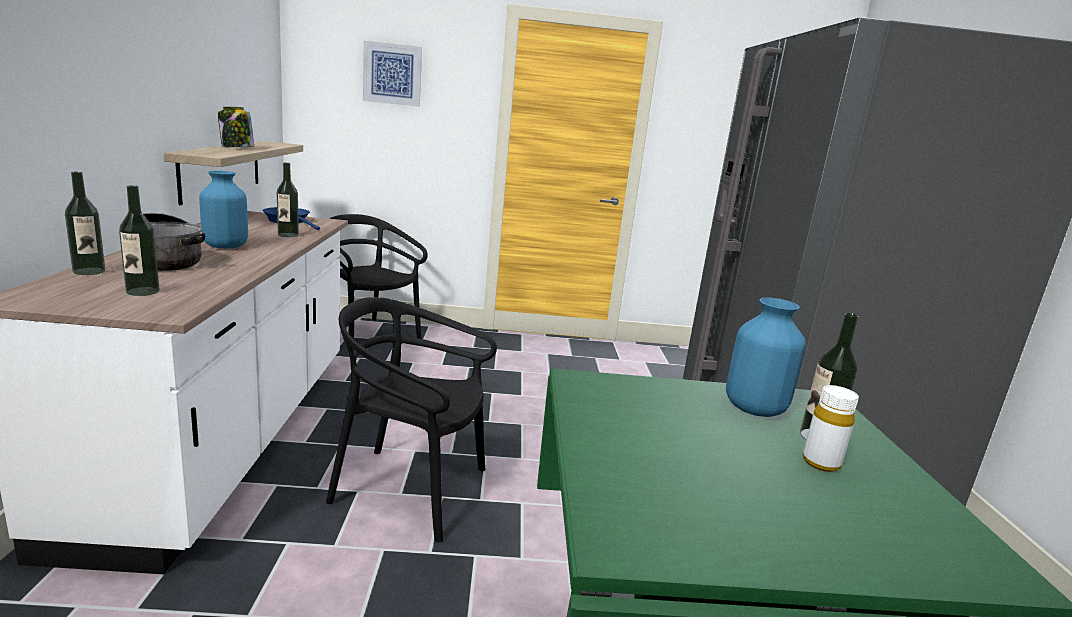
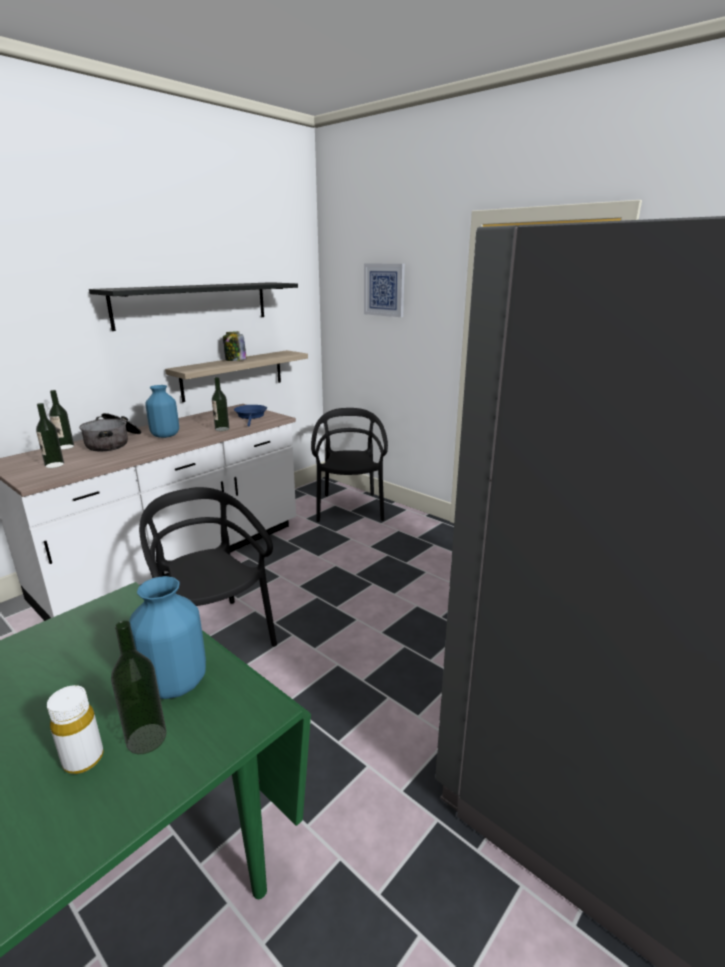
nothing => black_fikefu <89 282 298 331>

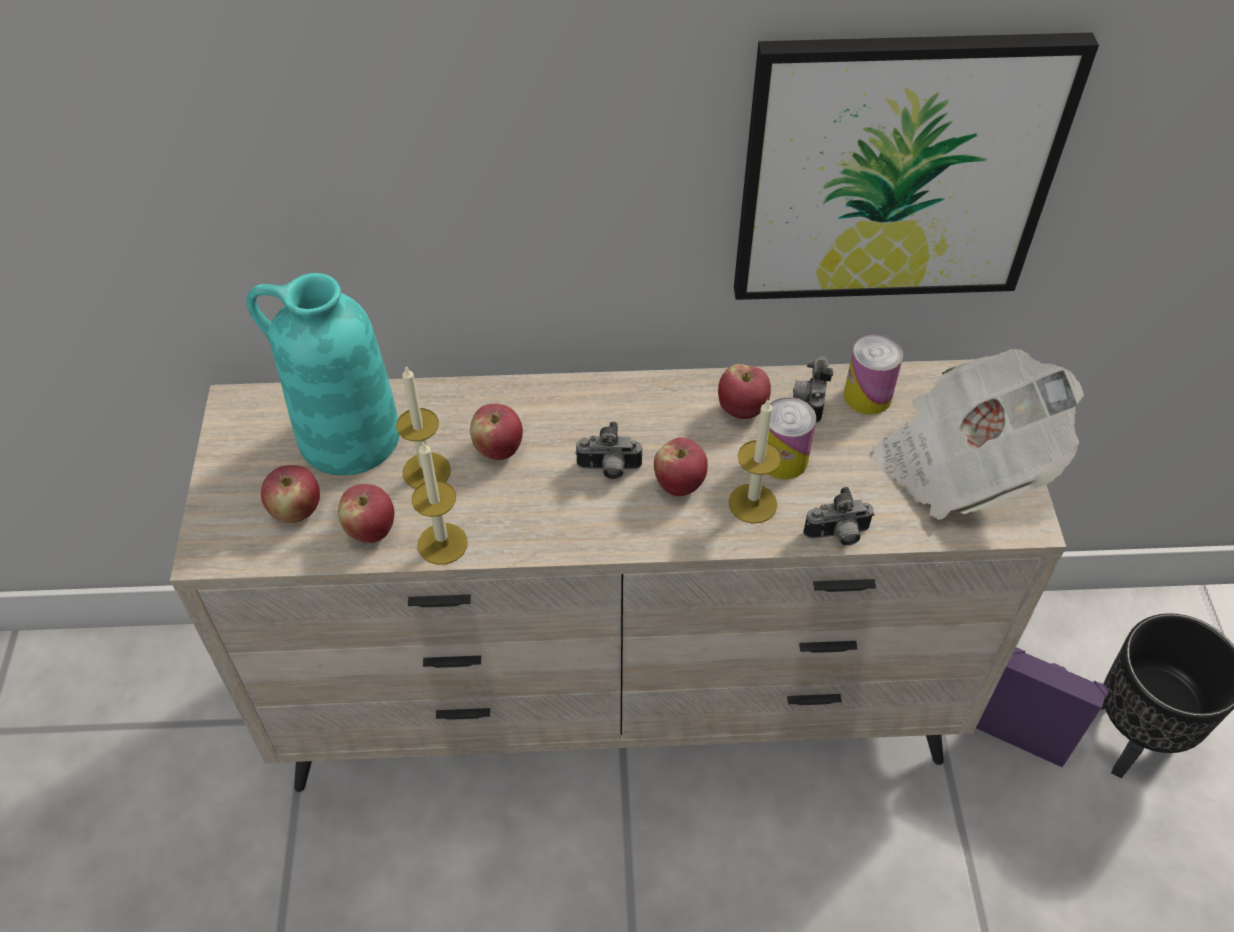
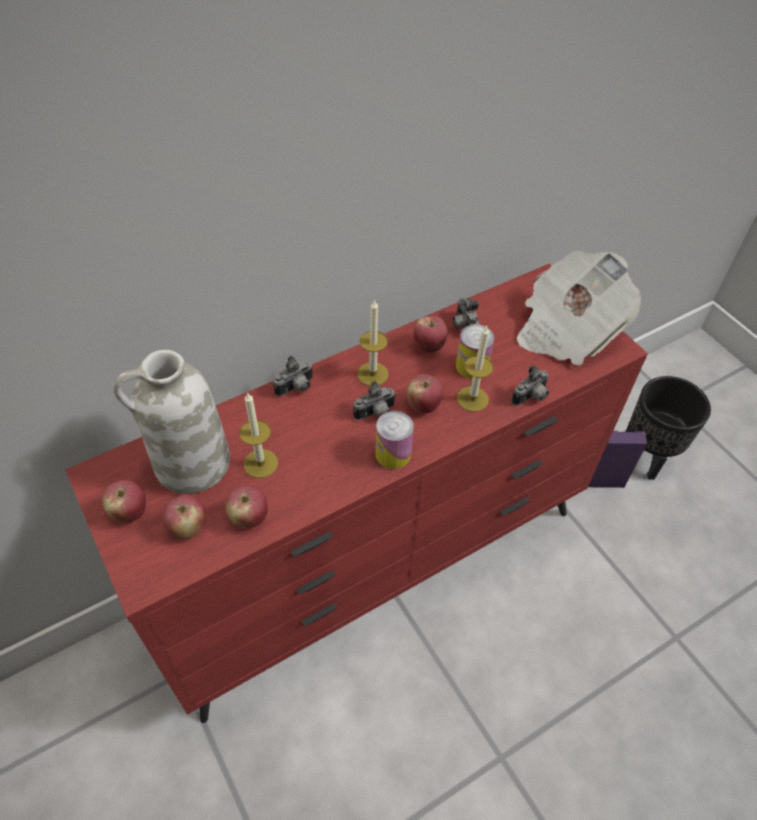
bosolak <734 33 1099 300> => nothing
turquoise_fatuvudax <246 273 400 476> => white_fatuvudax <113 350 230 494>
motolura <844 334 903 414> => motolura <375 411 414 469>, shifted
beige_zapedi <170 359 1066 792> => red_zapedi <65 264 648 723>
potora <470 404 523 460> => potora <102 480 146 523>, shifted
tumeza <412 442 467 565> => tumeza <357 299 389 386>, shifted
nothing => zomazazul <273 356 313 396>

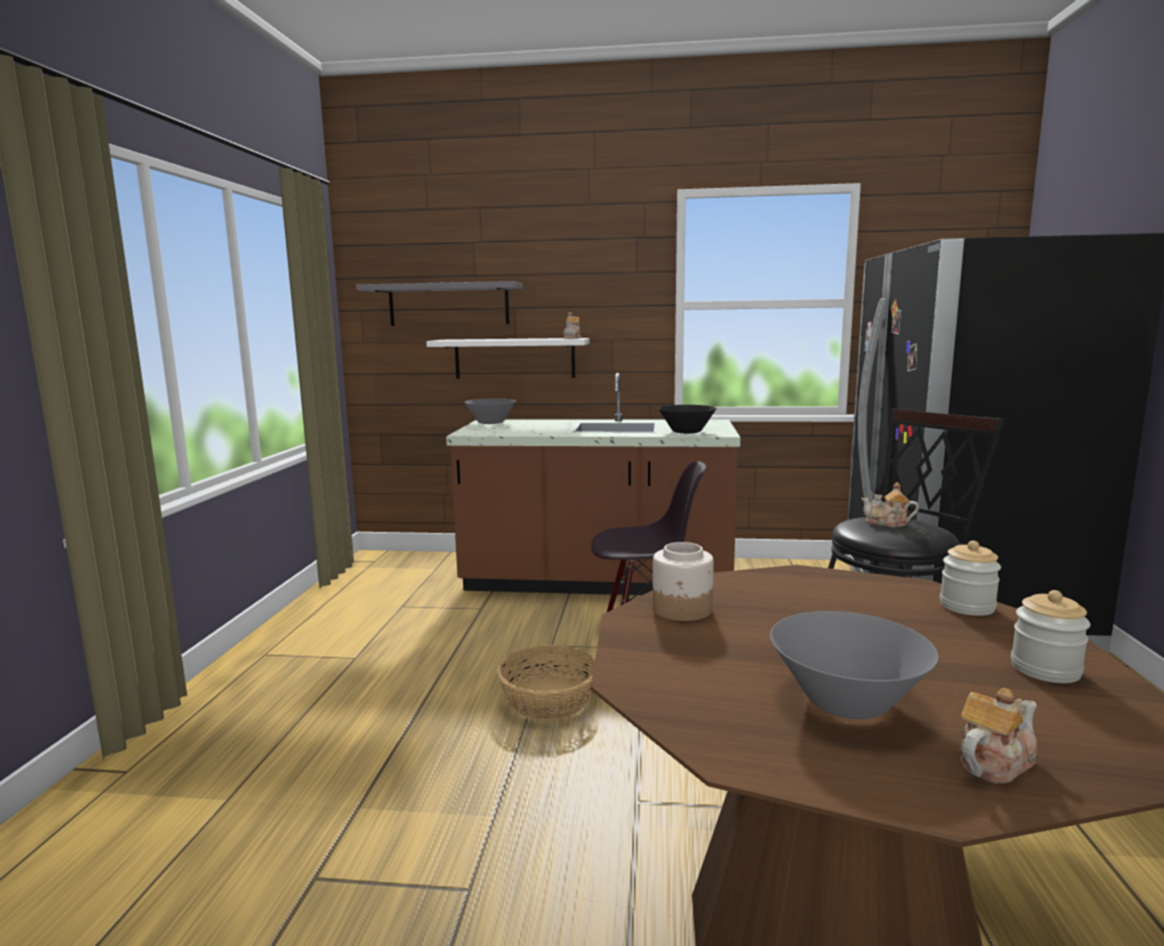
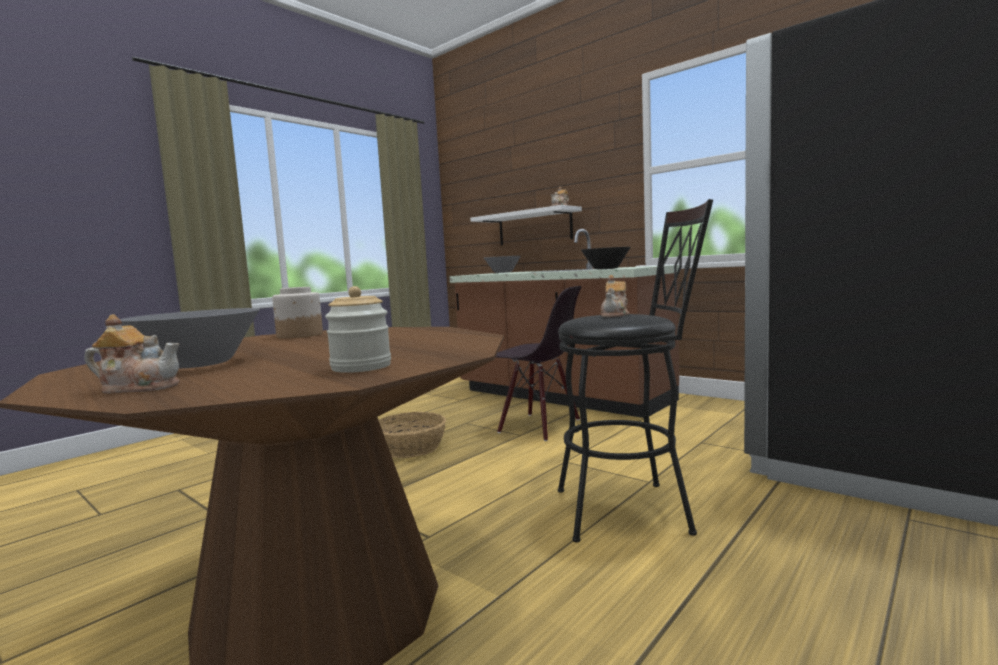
grey_fikefu <356 281 523 326> => nothing
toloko <861 482 919 527> => toloko <601 275 629 317>, 120 degrees counterclockwise
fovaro <940 541 1001 616> => nothing

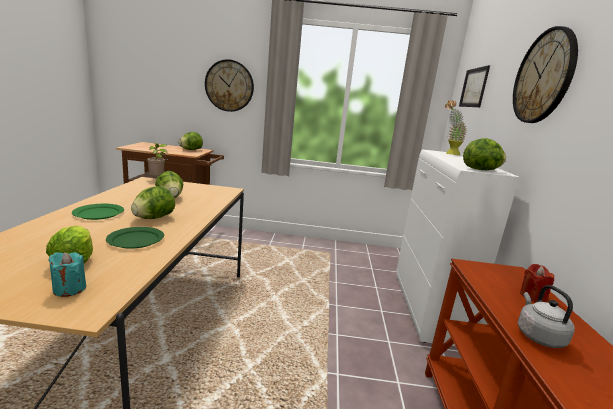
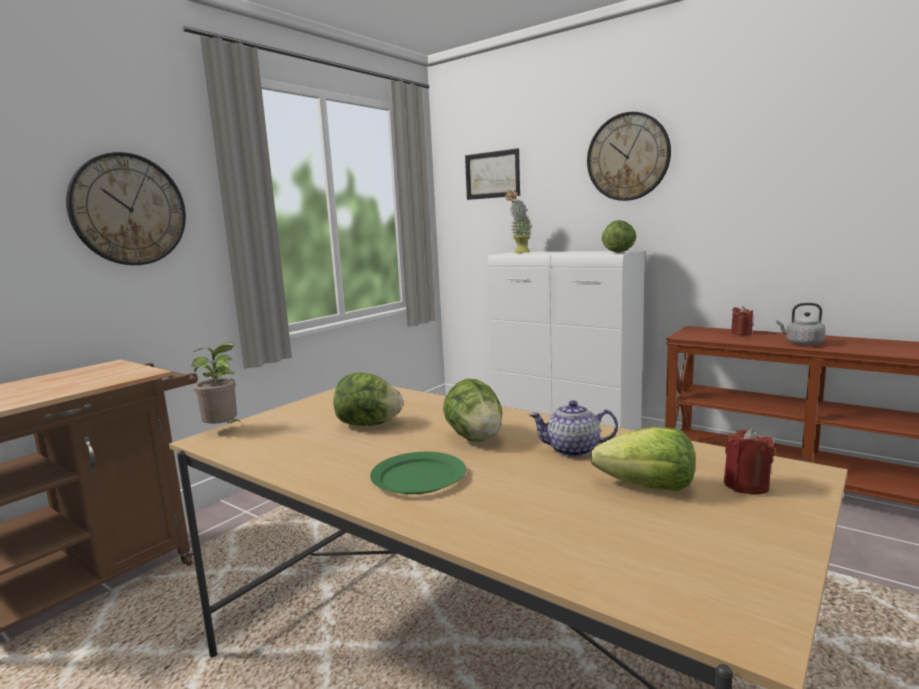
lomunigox <179 132 203 150> => nothing
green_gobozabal <106 227 164 249> => toloko <529 400 618 457>
turquoise_tumeza <48 252 86 297> => red_tumeza <724 429 775 495>

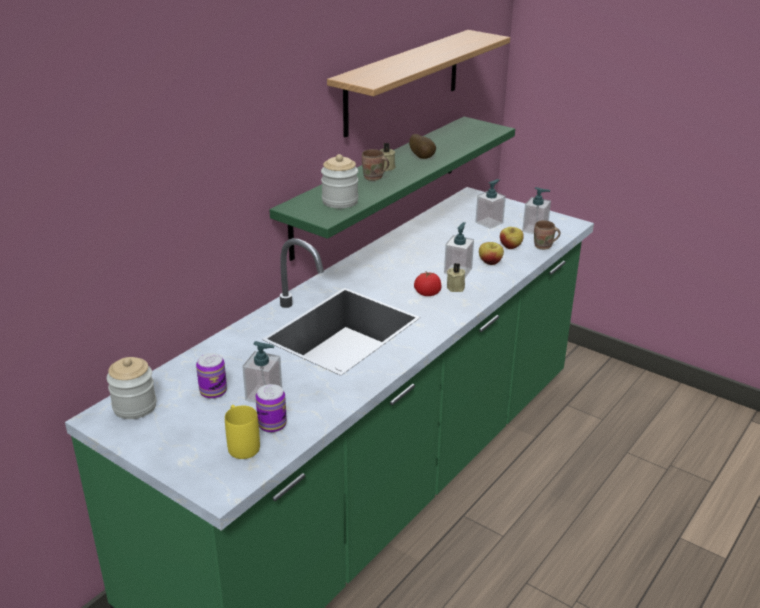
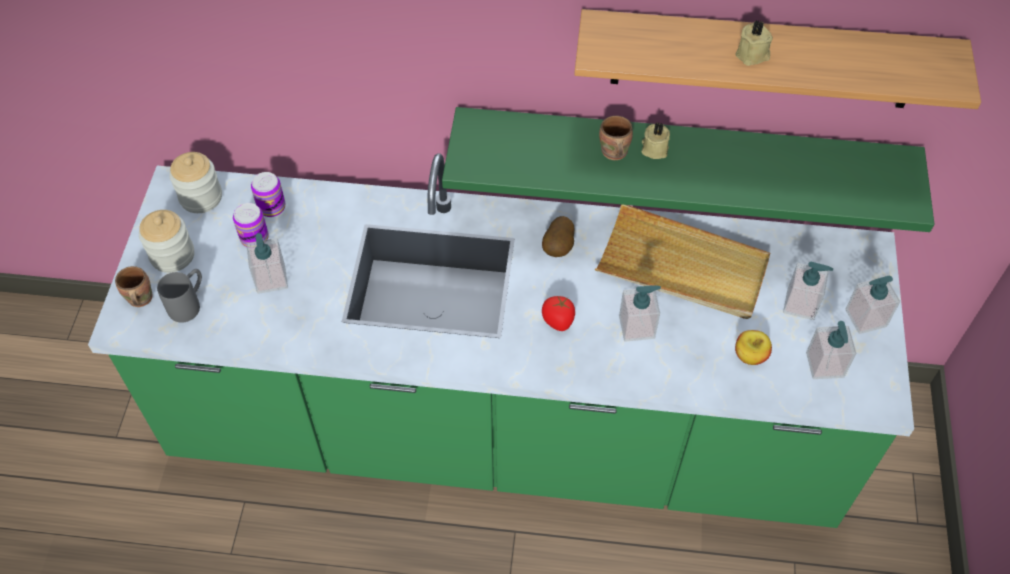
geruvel <409 134 436 159> => geruvel <542 216 574 257>, shifted
fovaro <321 154 358 208> => fovaro <139 210 194 273>, shifted
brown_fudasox <534 220 560 250> => brown_fudasox <115 266 153 307>, shifted
potora <479 242 504 265> => nothing
beige_tumeza <447 263 465 292> => beige_tumeza <735 20 773 66>, shifted
motolura <256 384 287 433> => motolura <251 172 285 217>, shifted
yellow_fudasox <225 405 260 459> => grey_fudasox <157 269 202 323>
nothing => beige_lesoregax <595 204 770 319>
nothing => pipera <845 276 900 334>

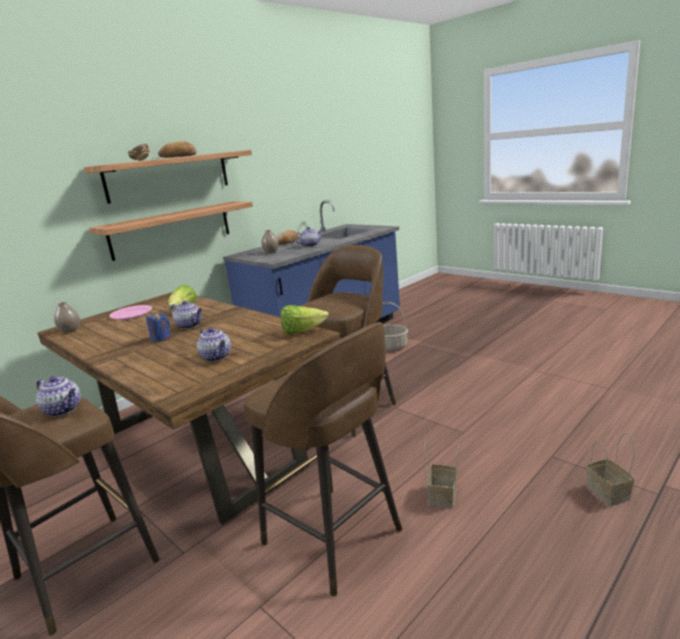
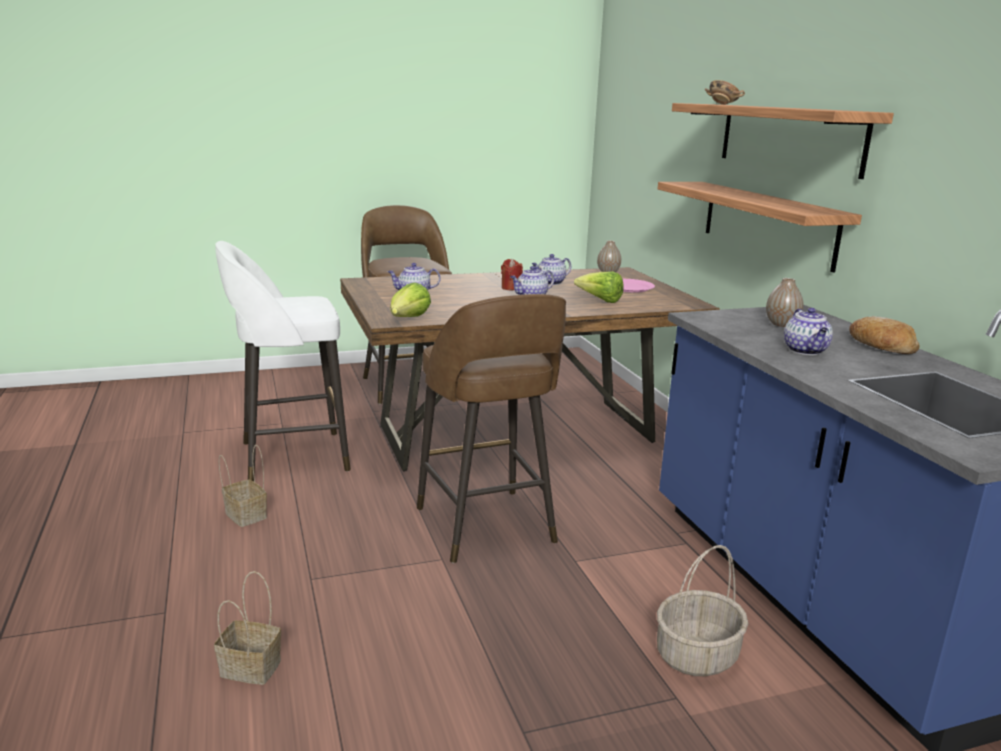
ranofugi <158 141 197 158> => nothing
blue_tumeza <146 312 171 342> => red_tumeza <501 259 523 291>
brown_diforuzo <243 322 402 597> => white_diforuzo <215 241 351 482>
toloko <36 376 81 417> => toloko <532 254 571 285>, shifted
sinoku <587 433 635 506> => sinoku <214 571 281 685>, shifted

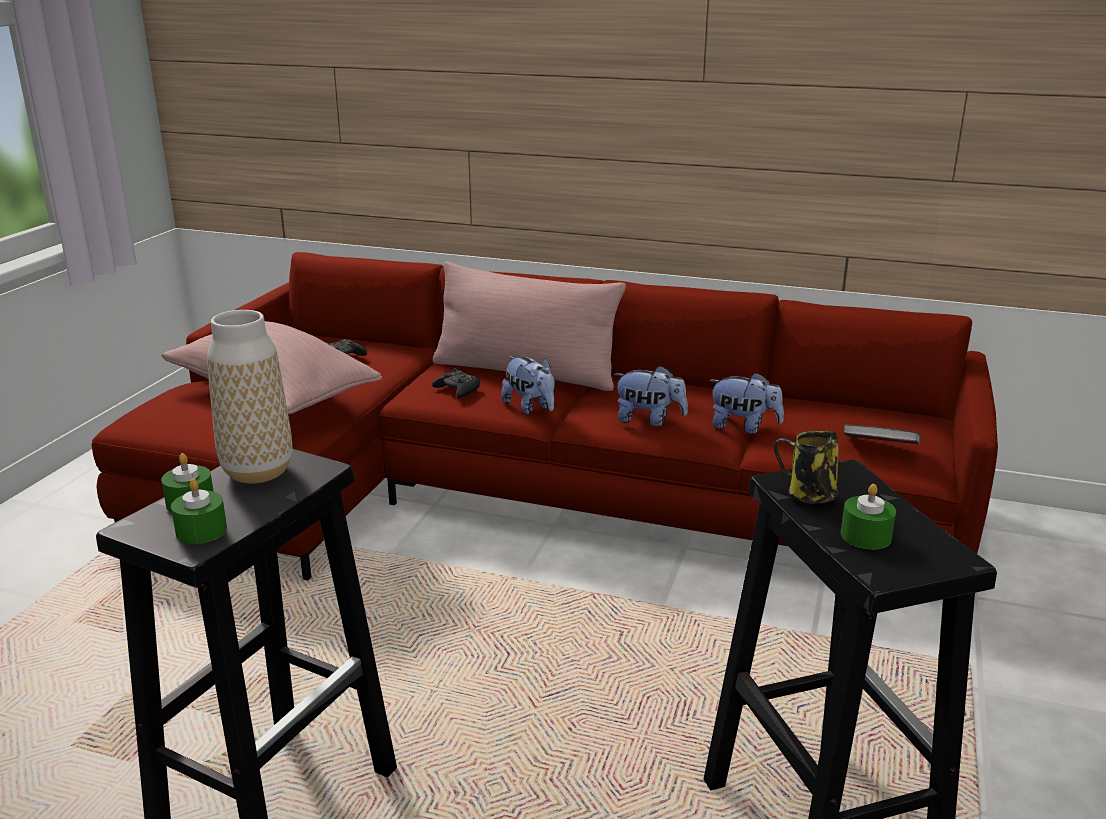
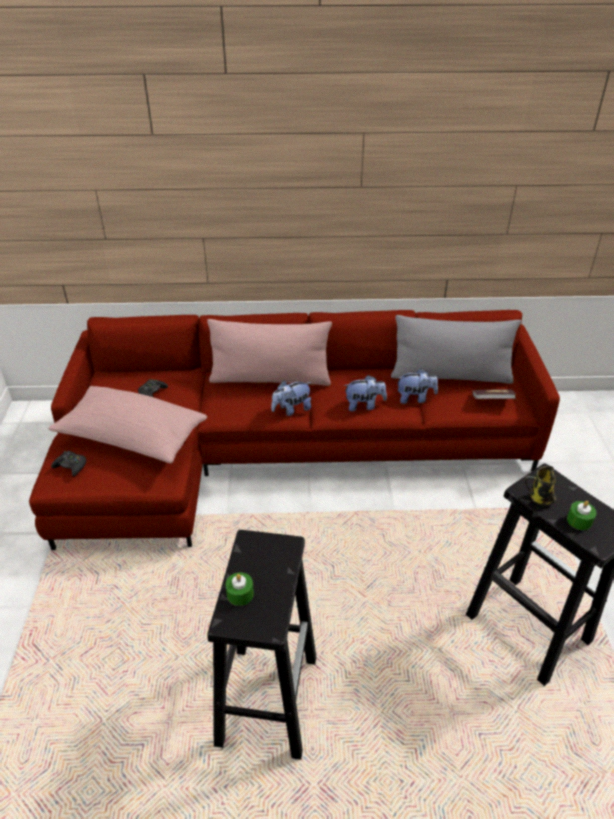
fatuvudax <207 310 292 483> => nothing
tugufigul <501 356 555 415> => tugufigul <271 381 311 416>, 120 degrees clockwise
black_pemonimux <432 368 480 398> => black_pemonimux <51 451 86 477>, shifted
green_tumeza <171 479 227 544> => nothing
nothing => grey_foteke <391 315 521 384>

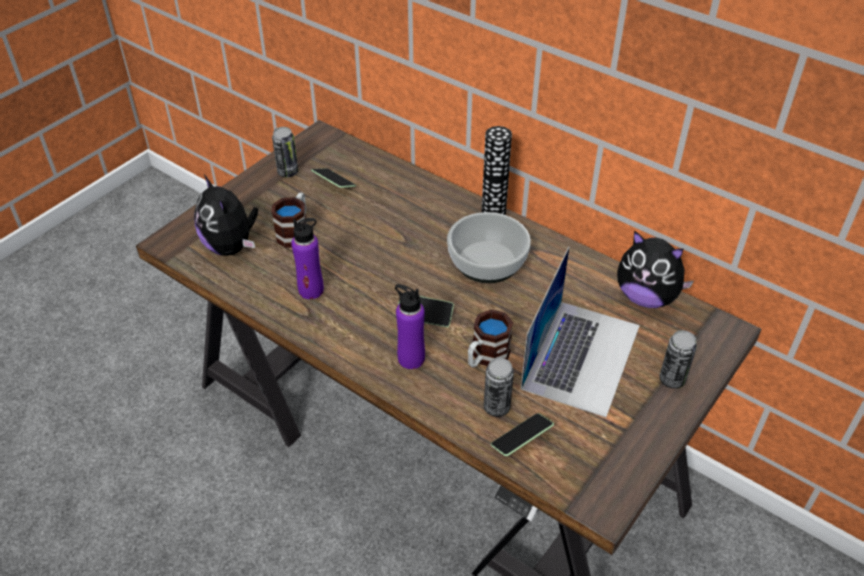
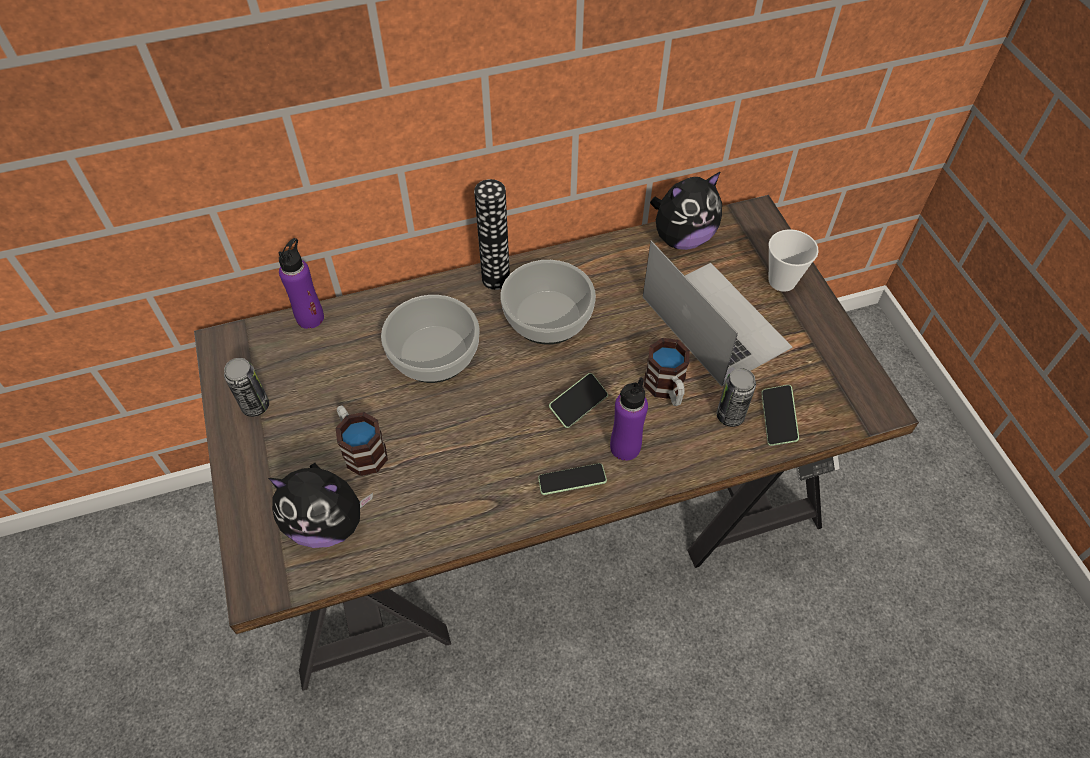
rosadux <311 168 356 188> => rosadux <538 463 607 495>, shifted
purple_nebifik <291 218 324 299> => purple_nebifik <278 238 324 329>, shifted
motolura <659 330 697 389> => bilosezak <768 229 819 292>
nothing => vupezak <381 295 480 383>

